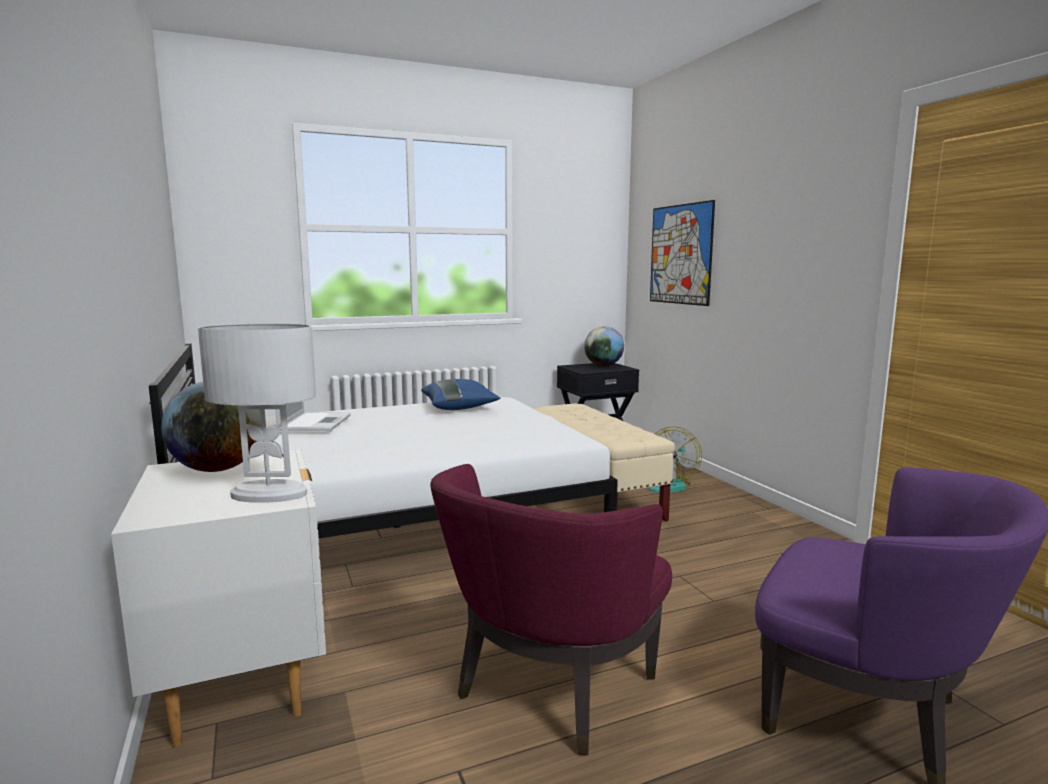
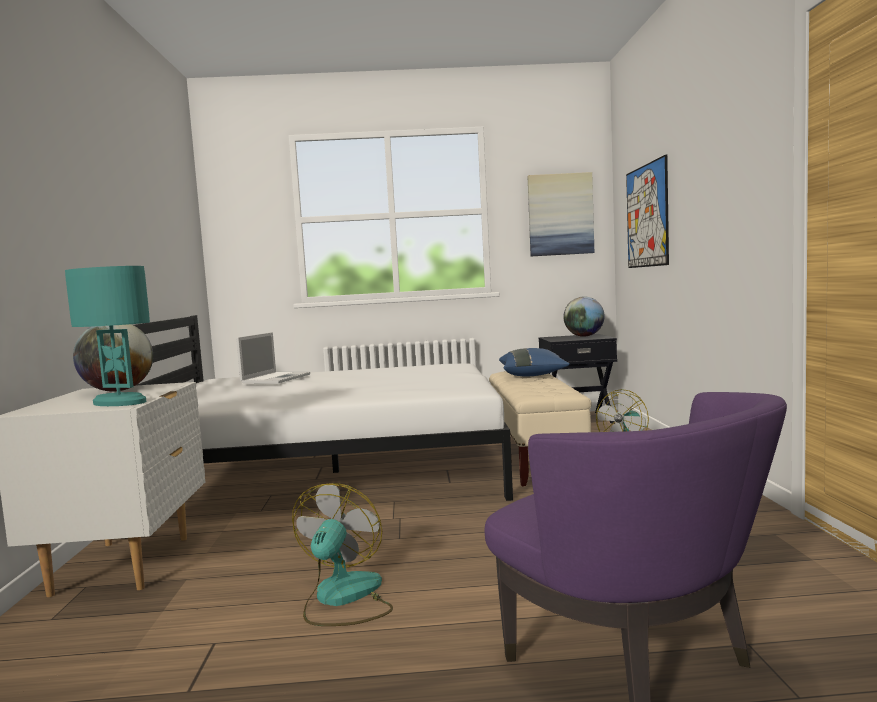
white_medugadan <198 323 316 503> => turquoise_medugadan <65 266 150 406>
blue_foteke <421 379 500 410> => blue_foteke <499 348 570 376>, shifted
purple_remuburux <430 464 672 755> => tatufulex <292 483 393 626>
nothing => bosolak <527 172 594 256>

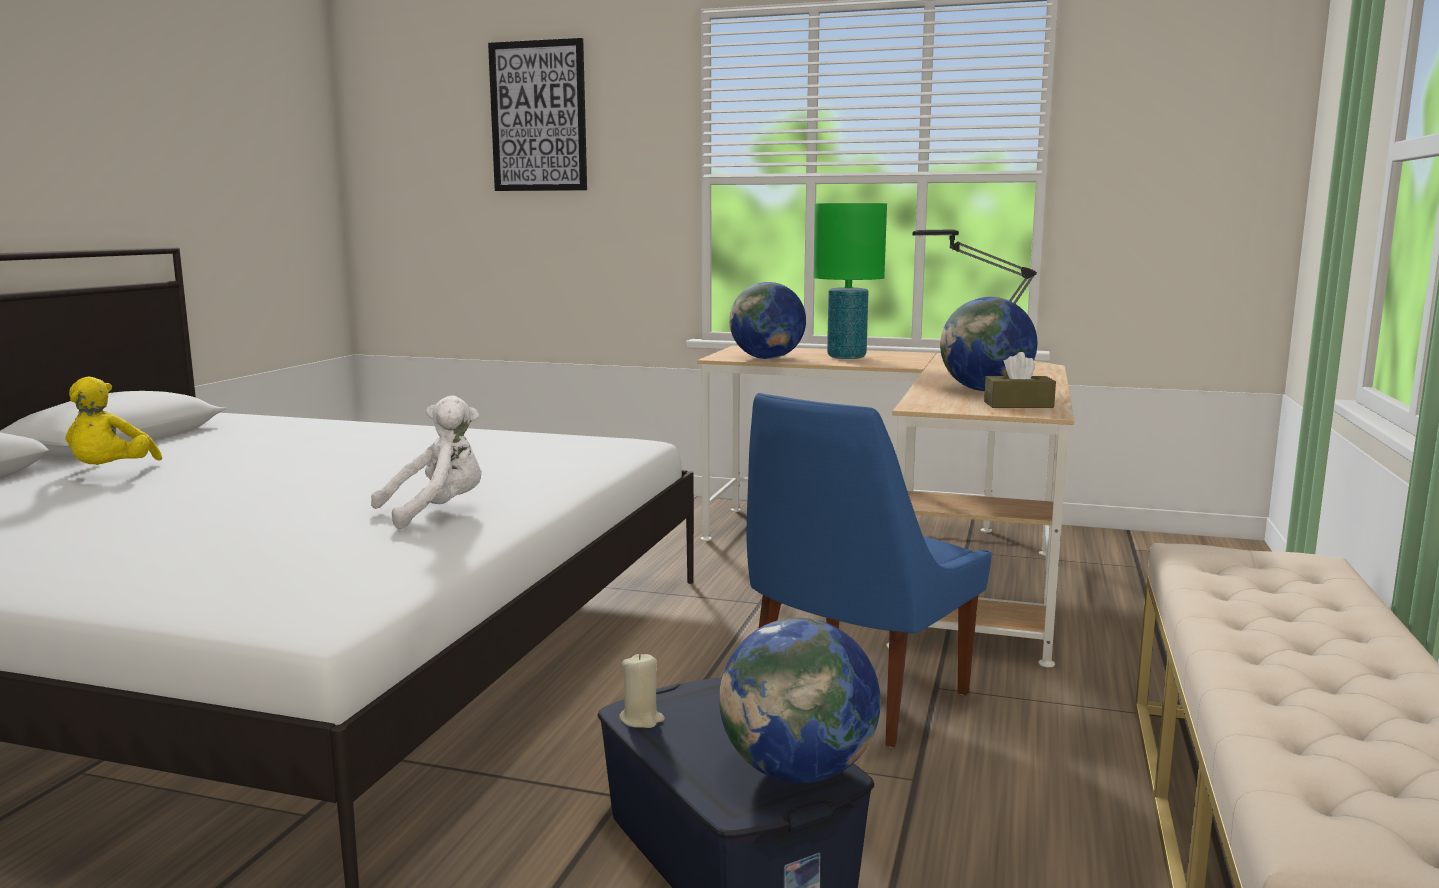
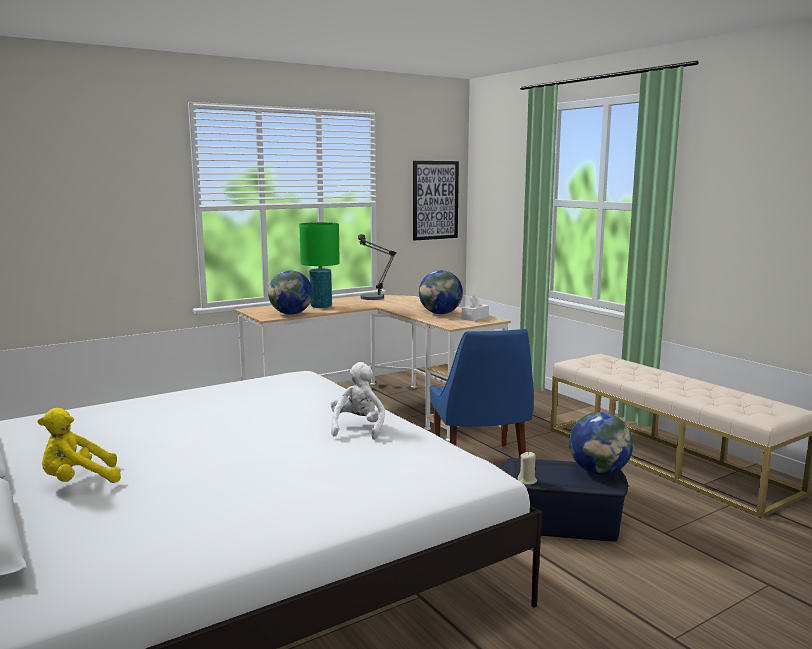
bosolak <488 38 587 191> => bosolak <413 161 459 241>, shifted
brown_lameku <984 352 1056 408> => white_lameku <461 295 489 321>
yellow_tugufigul <65 377 162 465> => yellow_tugufigul <38 408 121 483>, 120 degrees clockwise

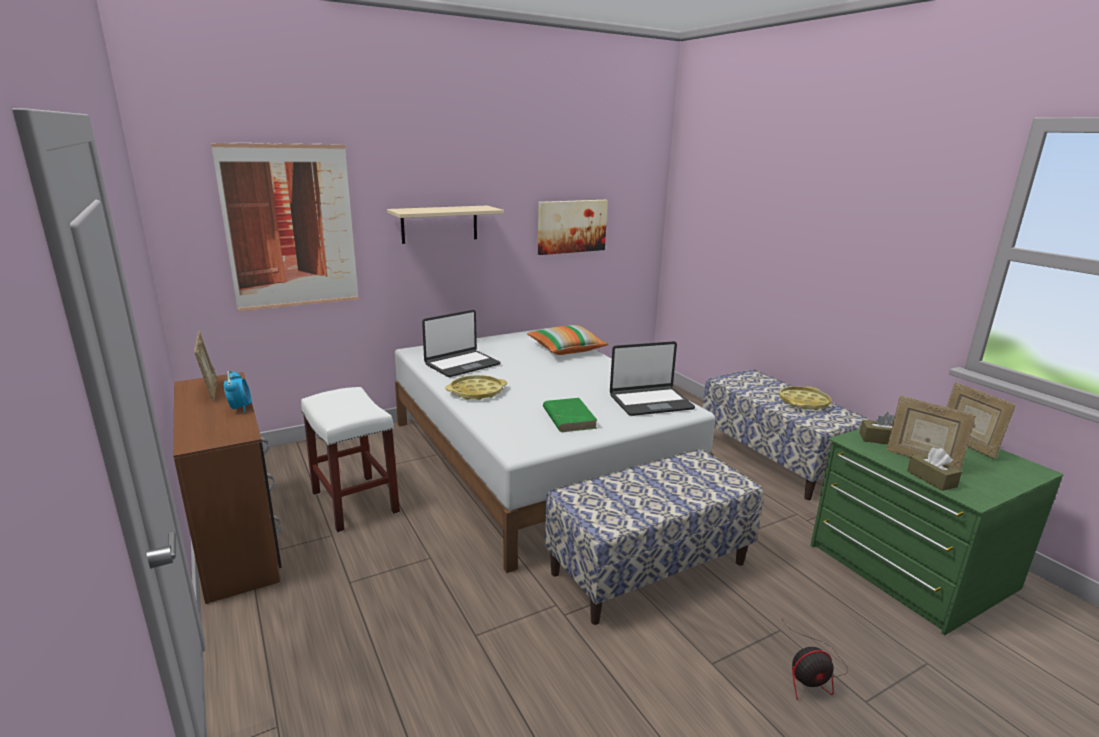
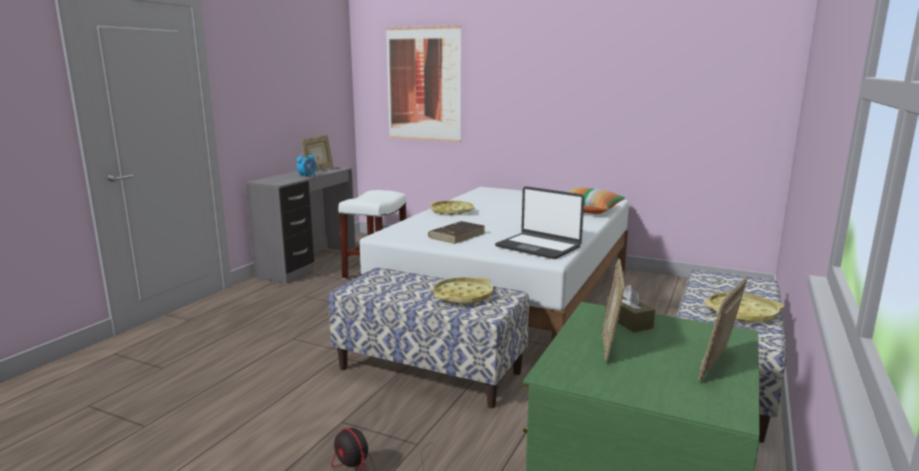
bosolak <538 200 608 255> => nothing
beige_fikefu <387 206 504 244> => nothing
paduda <422 310 501 377> => nothing
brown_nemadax <173 372 282 604> => grey_nemadax <246 166 356 284>
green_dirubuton <543 398 597 432> => brown_dirubuton <428 221 484 244>
brown_lameku <907 448 962 491> => nothing
nothing => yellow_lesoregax <433 277 493 305>

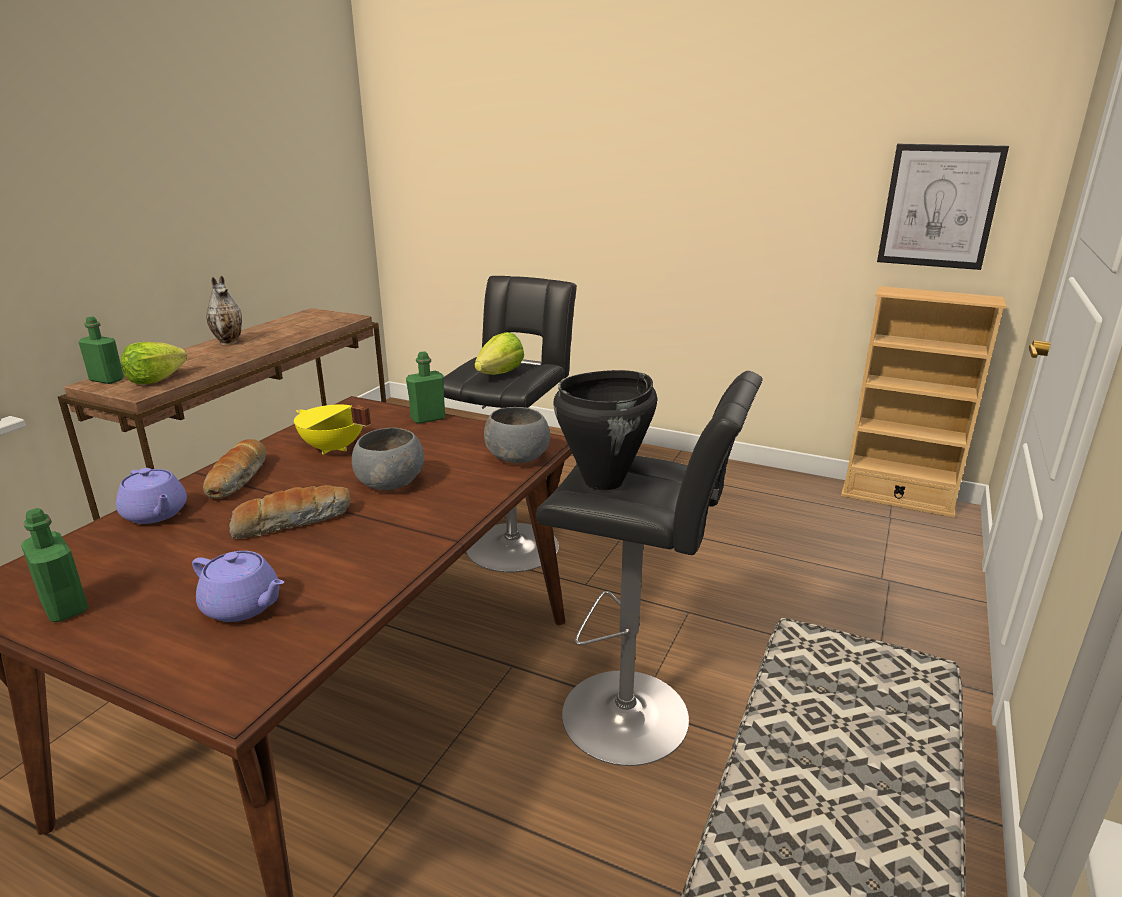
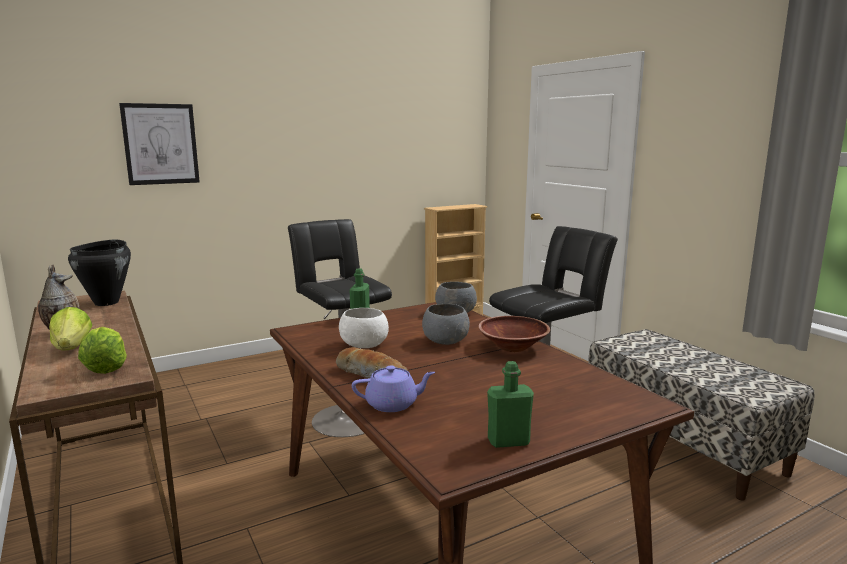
bosolak <877 144 1009 270> => bosolak <119 103 200 185>, shifted
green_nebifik <79 317 124 384> => nothing
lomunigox <475 332 524 375> => lomunigox <49 307 92 351>, shifted
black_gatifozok <553 370 657 490> => black_gatifozok <68 239 131 306>, shifted
yellow_gatifozok <294 405 371 454> => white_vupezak <339 308 389 348>
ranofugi <229 485 351 539> => nothing
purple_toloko <192 551 284 622> => nothing
nothing => brown_vupezak <478 316 550 352>

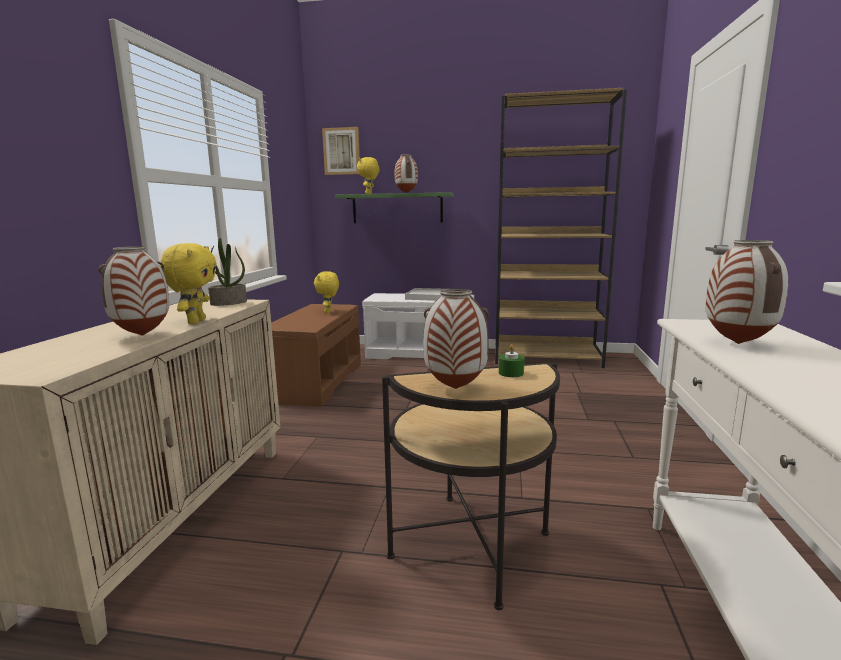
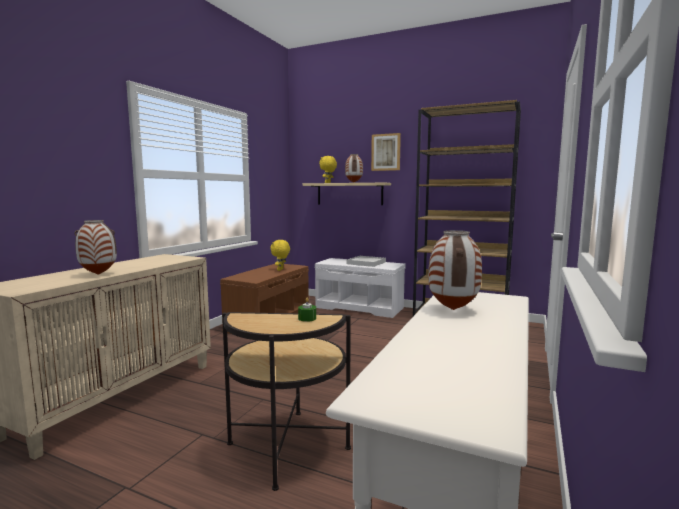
bosolak <322 127 360 175> => bosolak <371 133 401 171>, shifted
green_fikefu <335 192 453 223> => beige_fikefu <302 183 391 205>
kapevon <205 238 247 306> => nothing
yellow_tugufigul <160 243 216 324> => nothing
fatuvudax <423 289 489 389> => nothing

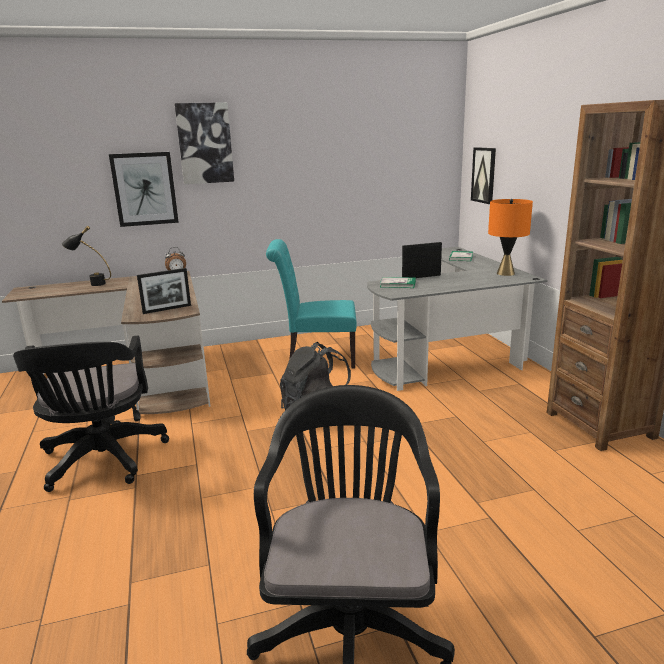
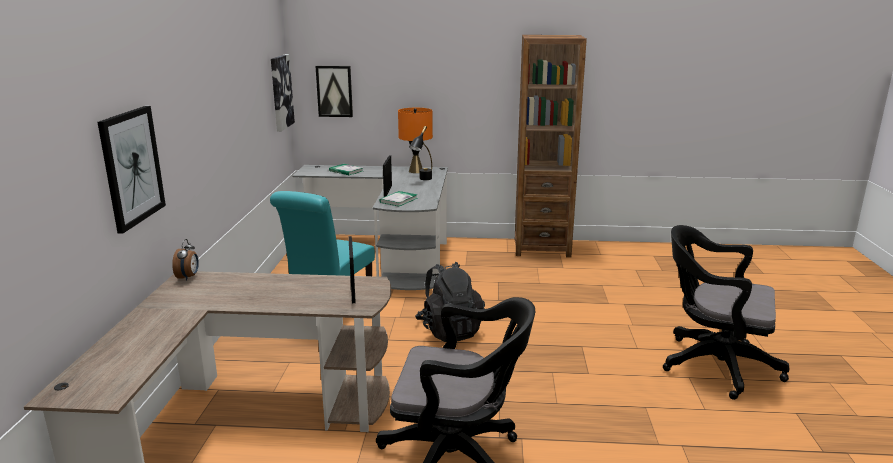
bosolak <175 102 234 184> => bosolak <271 54 295 132>, shifted
black_medugadan <62 226 111 286> => black_medugadan <409 126 432 180>, shifted

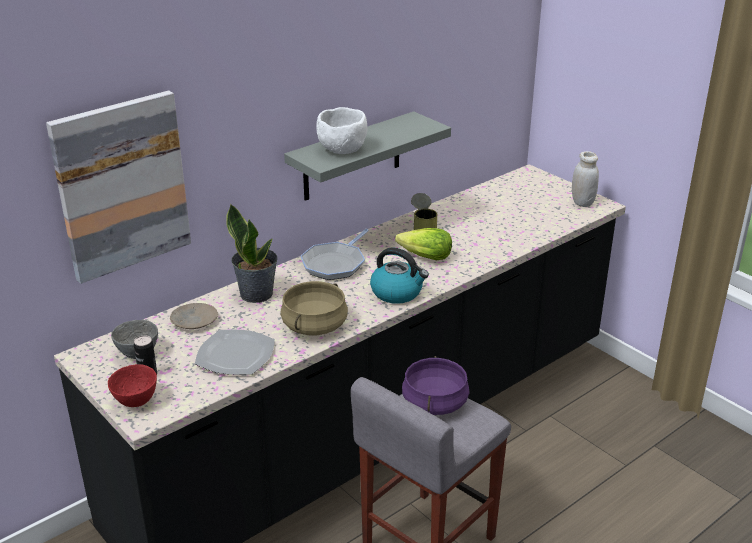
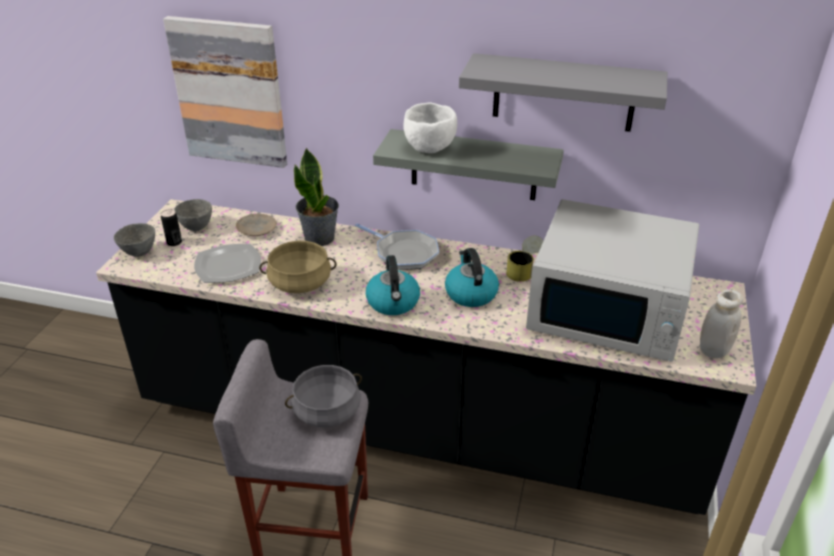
lomunigox <395 228 452 260> => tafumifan <445 248 499 307>
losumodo <301 229 369 280> => losumodo <355 223 439 270>, 135 degrees counterclockwise
purple_gatifozok <402 356 469 415> => grey_gatifozok <285 365 362 427>
red_vupezak <108 364 157 407> => grey_vupezak <114 223 155 257>
nothing => grey_fikefu <459 53 667 132>
nothing => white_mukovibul <526 199 699 362>

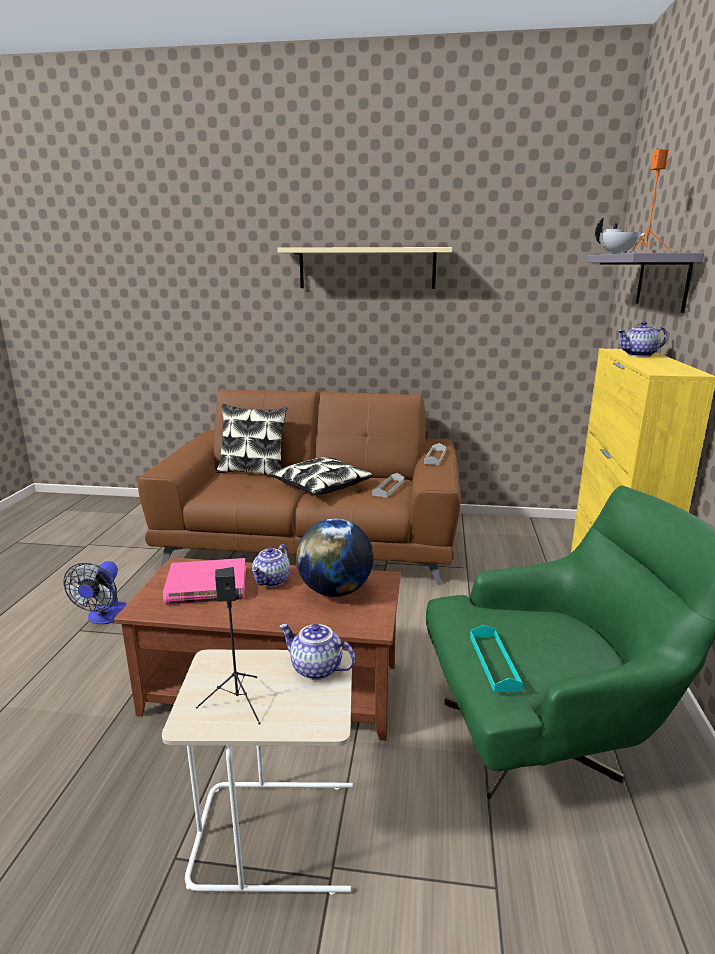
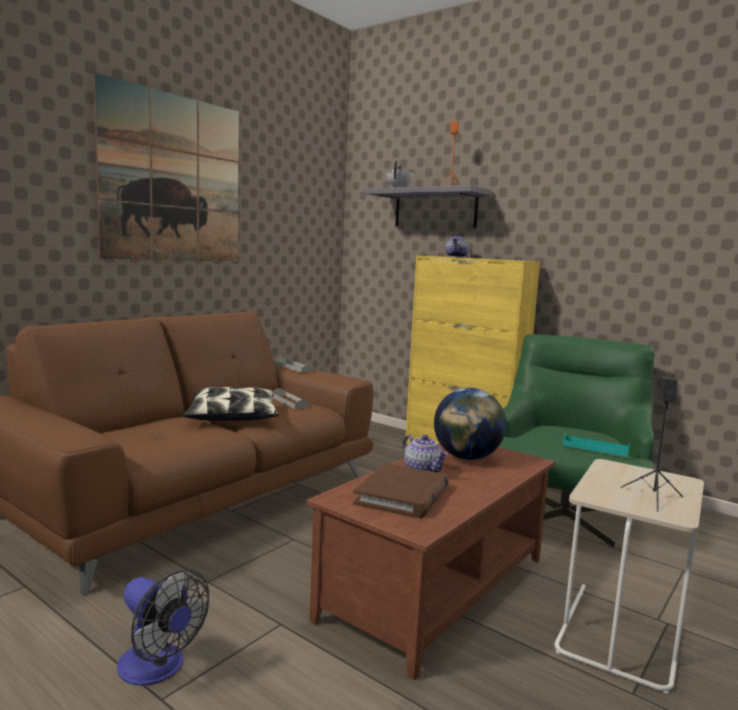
beige_fikefu <277 247 452 289> => bosolak <93 73 239 261>
foteke <216 404 287 475> => nothing
pink_dirubuton <163 558 246 605> => brown_dirubuton <353 463 449 518>
toloko <279 624 355 680> => nothing

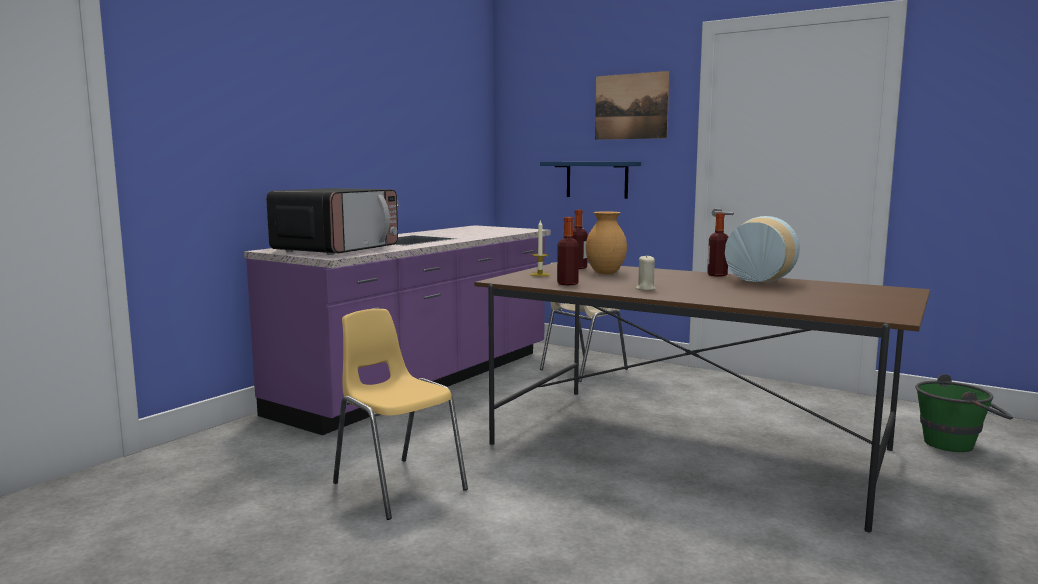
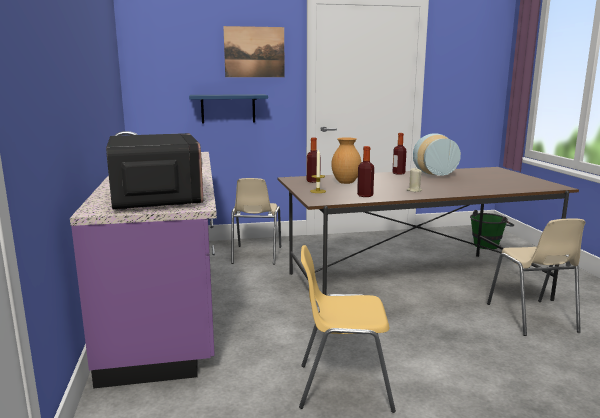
nothing => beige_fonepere <487 218 586 336>

